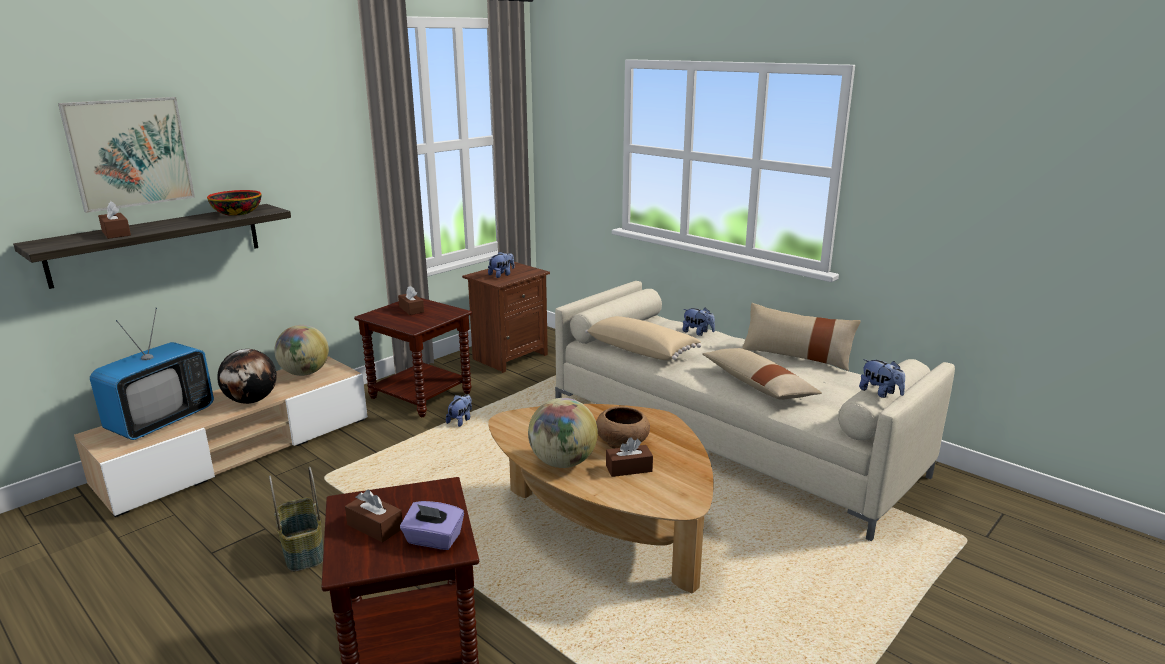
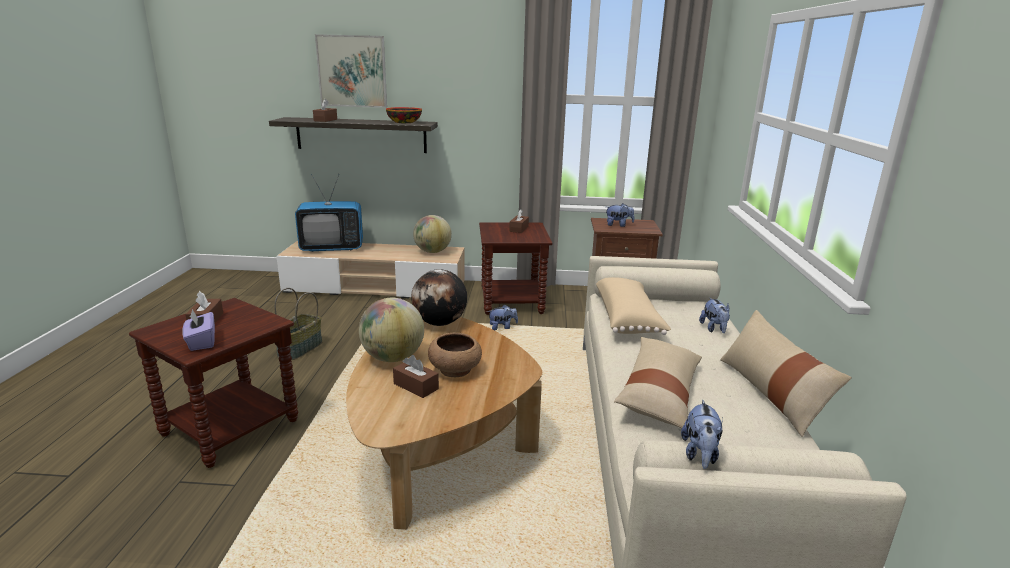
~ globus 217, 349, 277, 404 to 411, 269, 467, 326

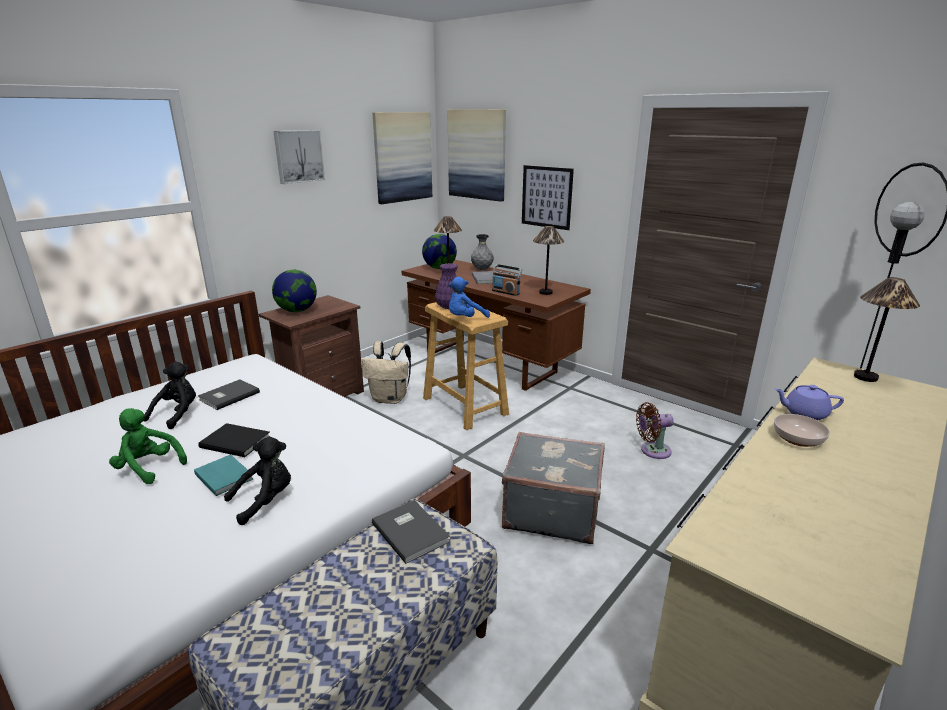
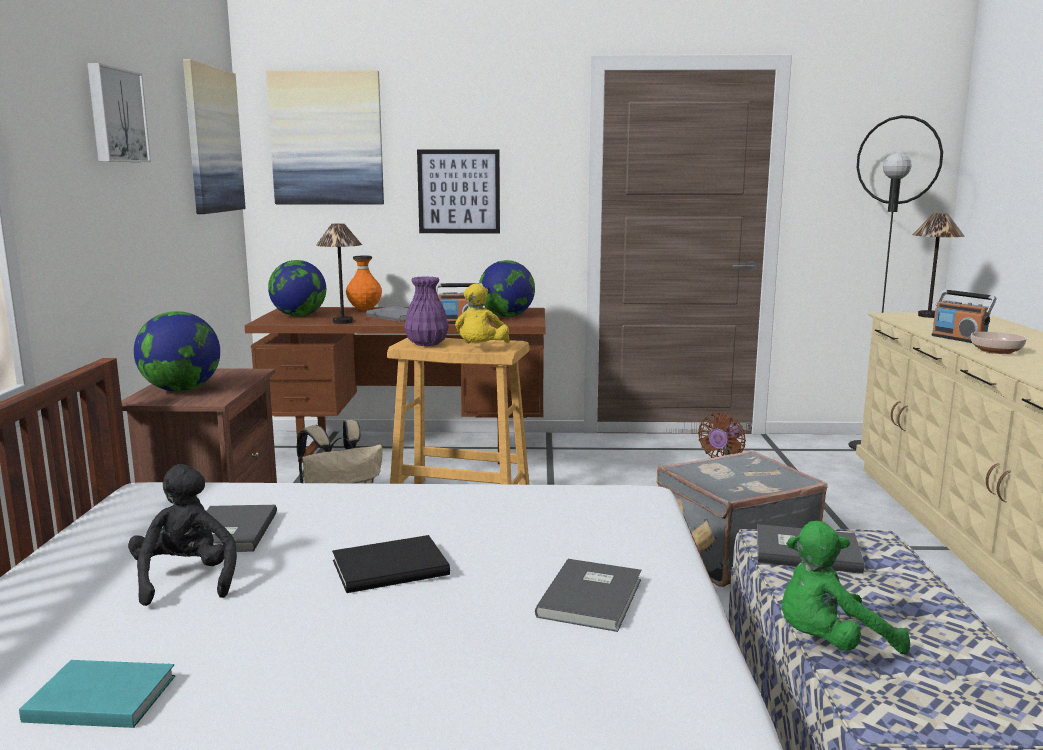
~ lampa stołowa 533, 226, 564, 295 to globus 479, 260, 535, 317
~ wazon [szary] 471, 234, 494, 270 to wazon [pomarańczowy] 346, 256, 382, 310
~ pluszak [niebieski] 448, 277, 490, 318 to pluszak [żółty] 455, 284, 510, 343
~ imbryk [fioletowy] 775, 385, 844, 421 to radio 932, 289, 997, 343
~ pluszak [zielony] 109, 408, 187, 484 to 781, 521, 911, 654
~ pluszak [czarny] 224, 437, 291, 525 to książka [szary] 535, 559, 641, 632
~ książka [turkusowy] 194, 454, 253, 496 to 19, 660, 175, 728

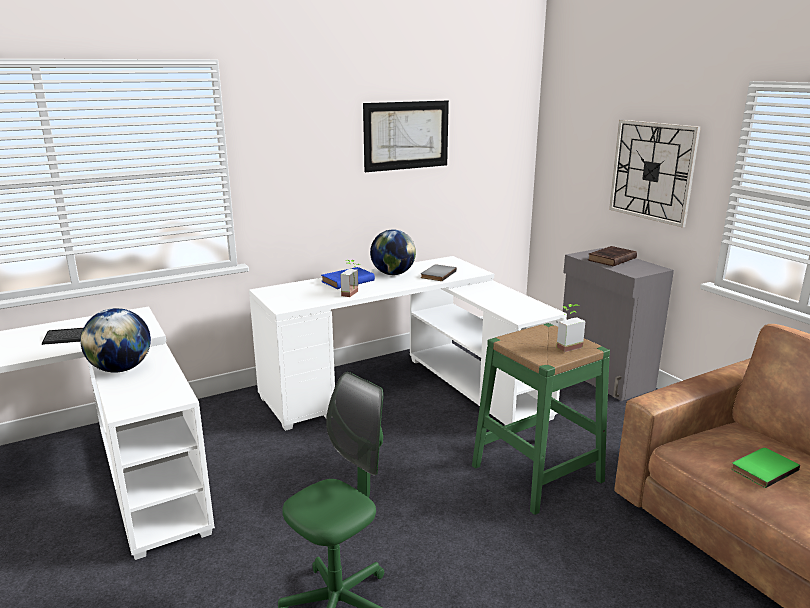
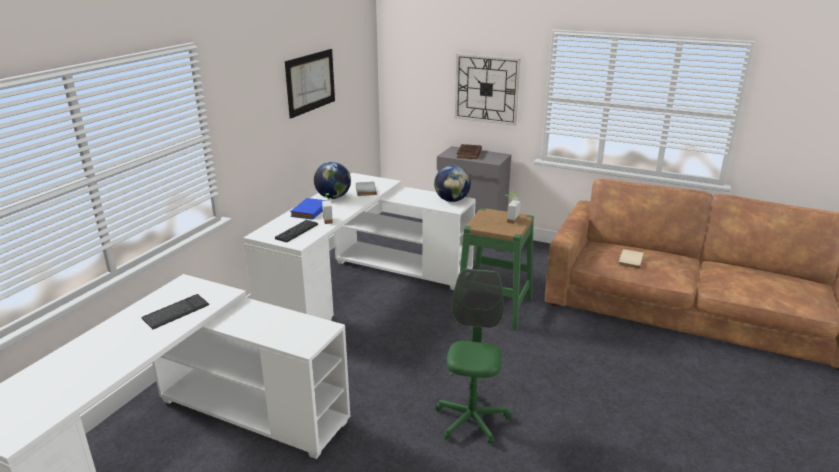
~ globus 80, 308, 151, 373 to 434, 165, 471, 202
~ książka [zielony] 731, 448, 800, 488 to książka [beżowy] 618, 249, 644, 269
+ klawiatura 275, 220, 318, 242

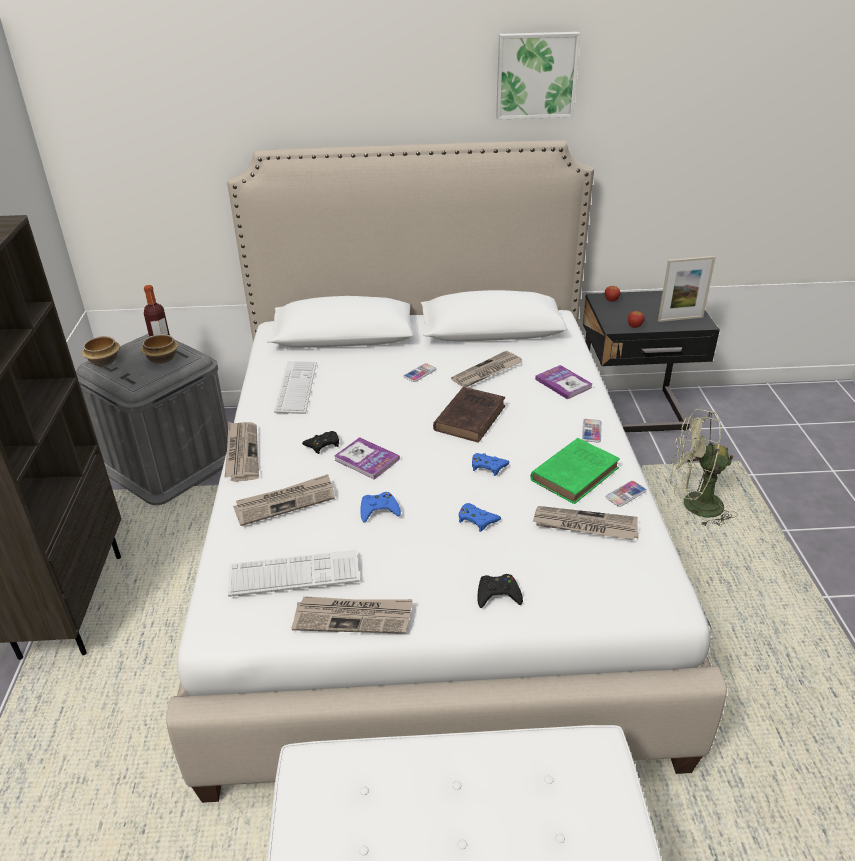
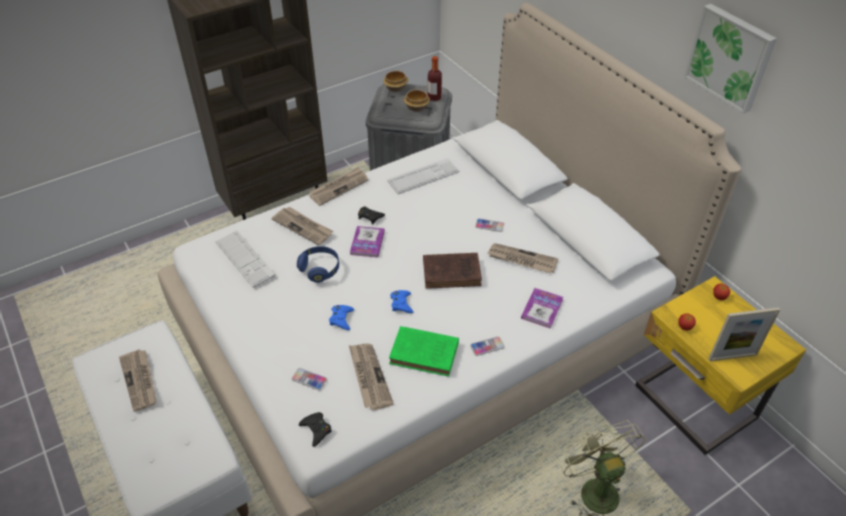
~ ramka na zdjęcie 658, 256, 715, 322 = 708, 307, 780, 361 60 degrees counterclockwise
~ szafka nocna [czarny] 583, 291, 720, 433 to szafka nocna [żółty] 635, 276, 806, 455
~ telefon 605, 481, 647, 507 to 292, 368, 327, 391
~ pad do gier [niebieski] 361, 492, 401, 523 to słuchawki [niebieski] 297, 246, 339, 283
~ pad do gier [czarny] 477, 574, 523, 608 to 299, 412, 332, 447
~ gazeta 292, 596, 413, 634 to 119, 350, 157, 412

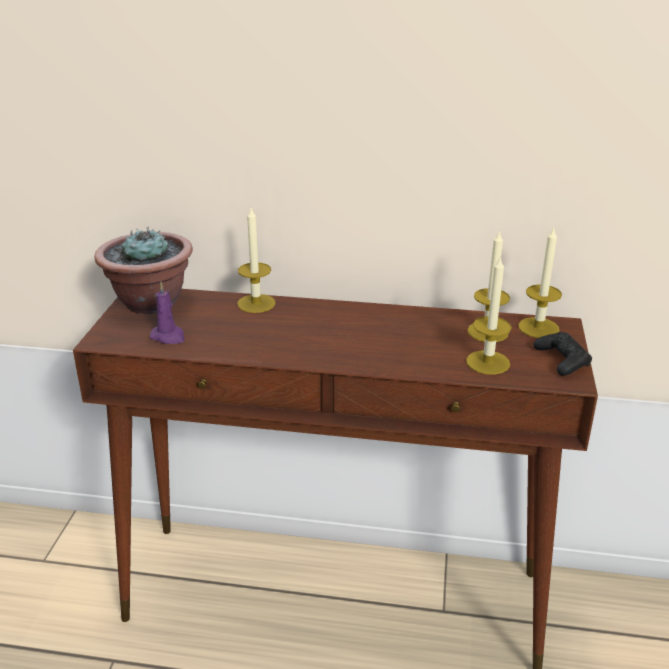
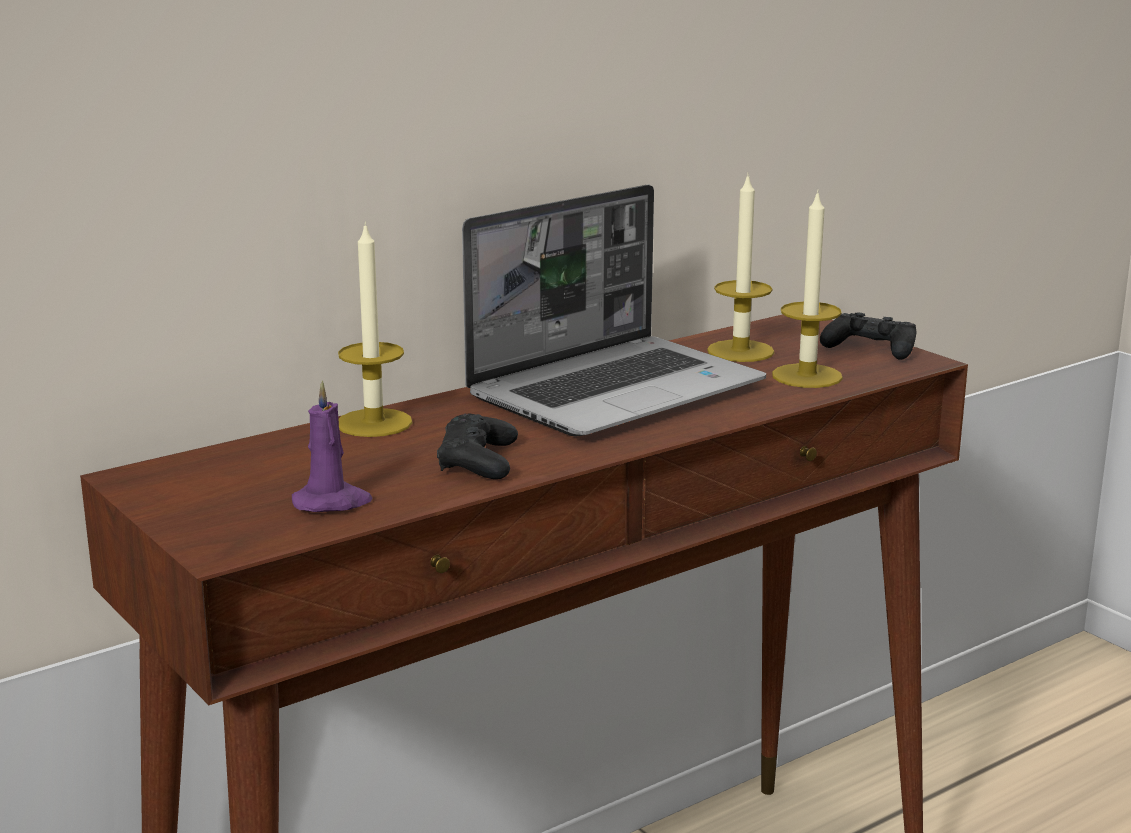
- roślina doniczkowa 94, 227, 193, 314
- świeca 518, 227, 562, 338
+ laptop 462, 185, 766, 437
+ pad do gier [czarny] 437, 414, 518, 479

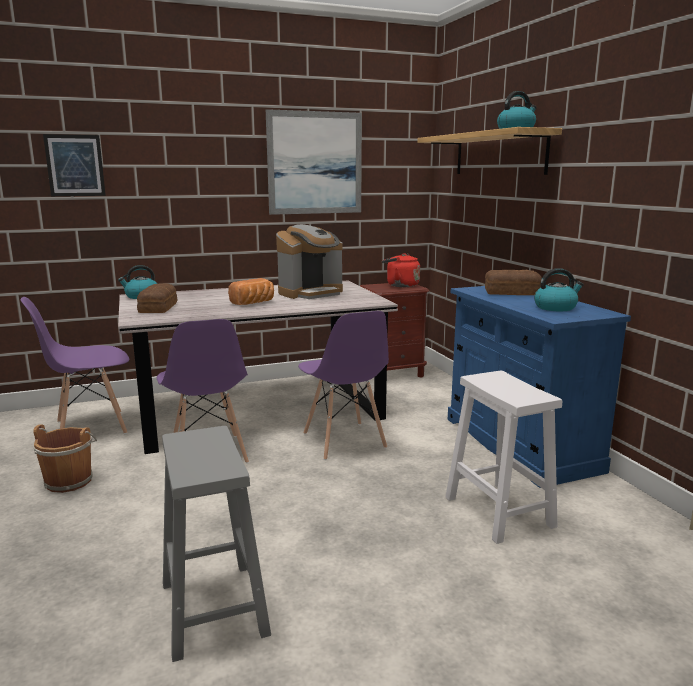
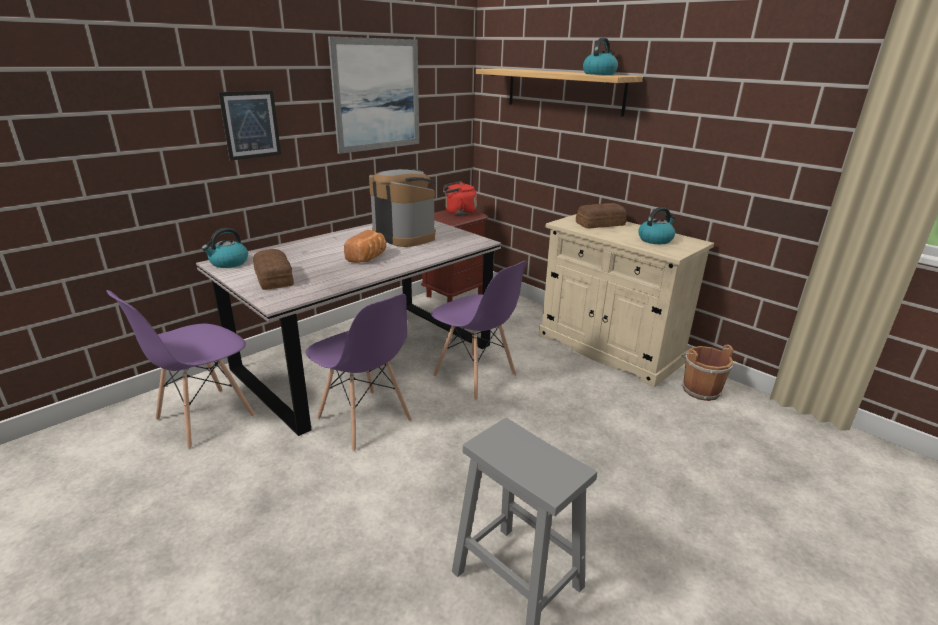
~ obraz 43, 134, 106, 196 to 218, 90, 281, 161
~ ekspres do kawy 276, 224, 343, 299 = 369, 169, 436, 247 75 degrees counterclockwise
~ szafka [niebieski] 448, 286, 631, 488 to szafka [beżowy] 539, 214, 714, 387
- stołek [biały] 445, 371, 562, 544
~ wiadro [brązowy] 33, 425, 97, 493 to 681, 345, 733, 401

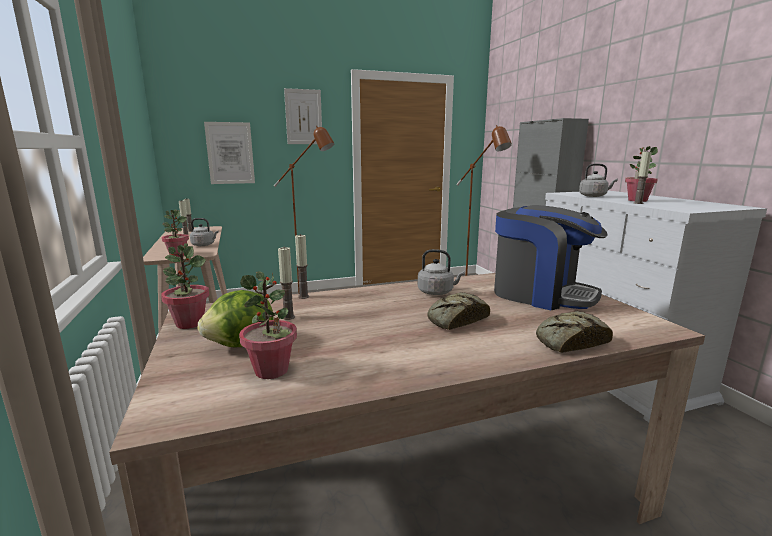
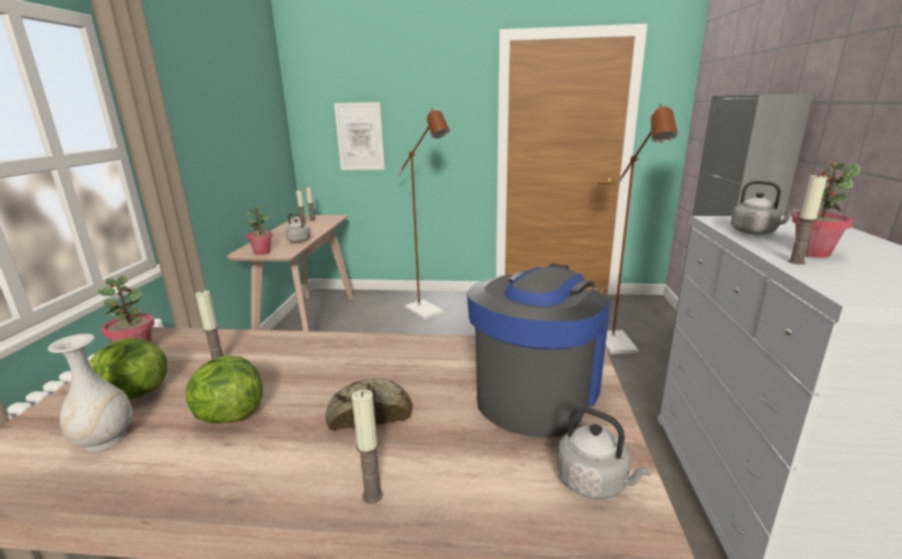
- obraz 284, 88, 322, 144
~ ekspres do kawy 494, 205, 608, 310 = 467, 264, 610, 438 120 degrees counterclockwise
~ świeca 295, 234, 309, 299 to 352, 390, 383, 504
~ czajnik [szary] 418, 249, 465, 295 to 557, 406, 652, 499
~ roślina doniczkowa 239, 271, 297, 379 to wazon [biały] 48, 334, 133, 451
- chleb 536, 311, 613, 353
+ sałata 186, 355, 263, 424

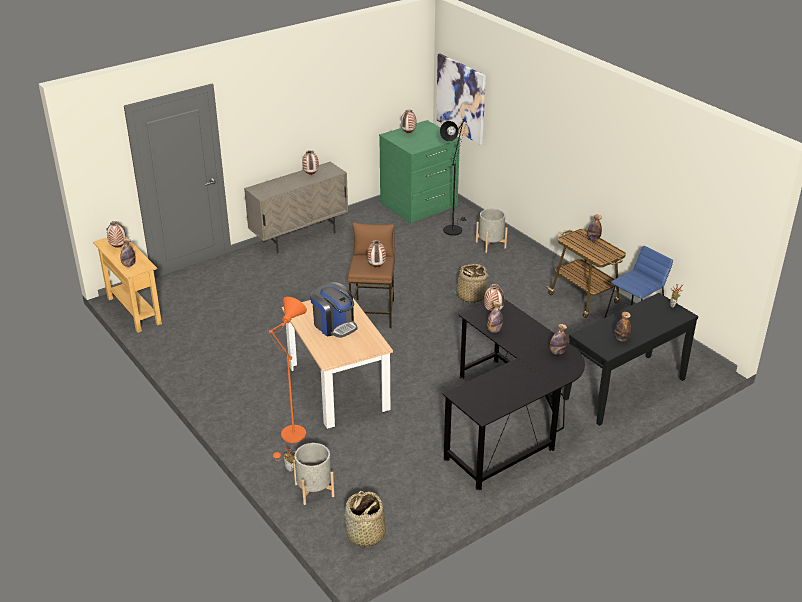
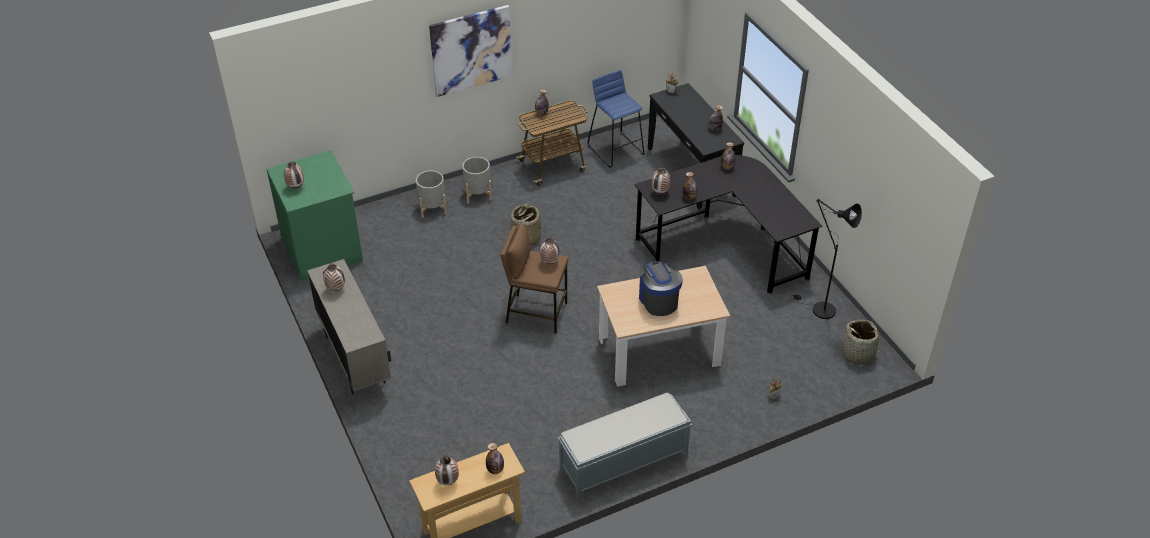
~ obraz 436, 53, 486, 145 to 429, 5, 512, 97
~ lampa stojąca [czarny] 440, 119, 466, 236 to 790, 199, 862, 319
~ ekspres do kawy 310, 282, 358, 338 = 639, 261, 683, 316 75 degrees counterclockwise
- lampa stojąca [pomarańczowy] 268, 297, 307, 461
~ donica [szary] 293, 443, 334, 505 to 462, 157, 492, 204
+ ławka [szary] 558, 393, 692, 499

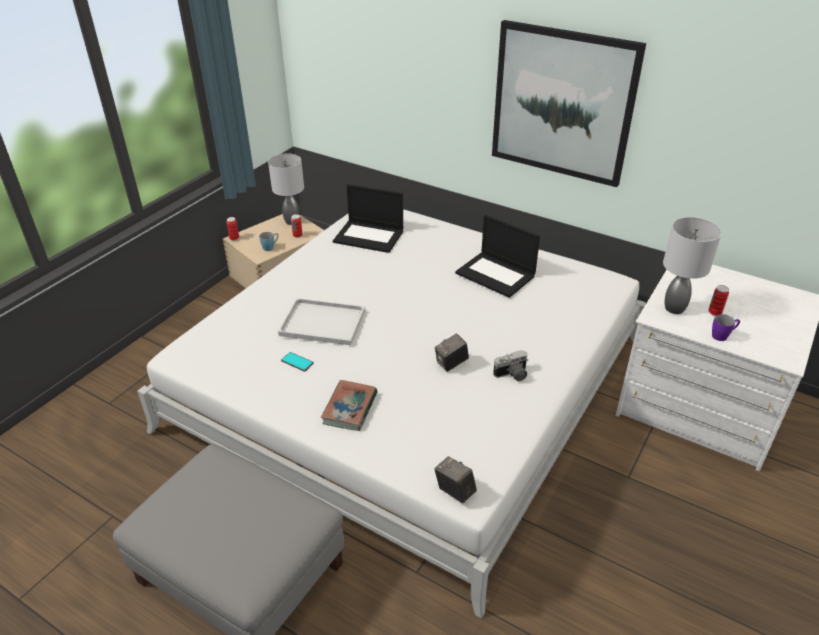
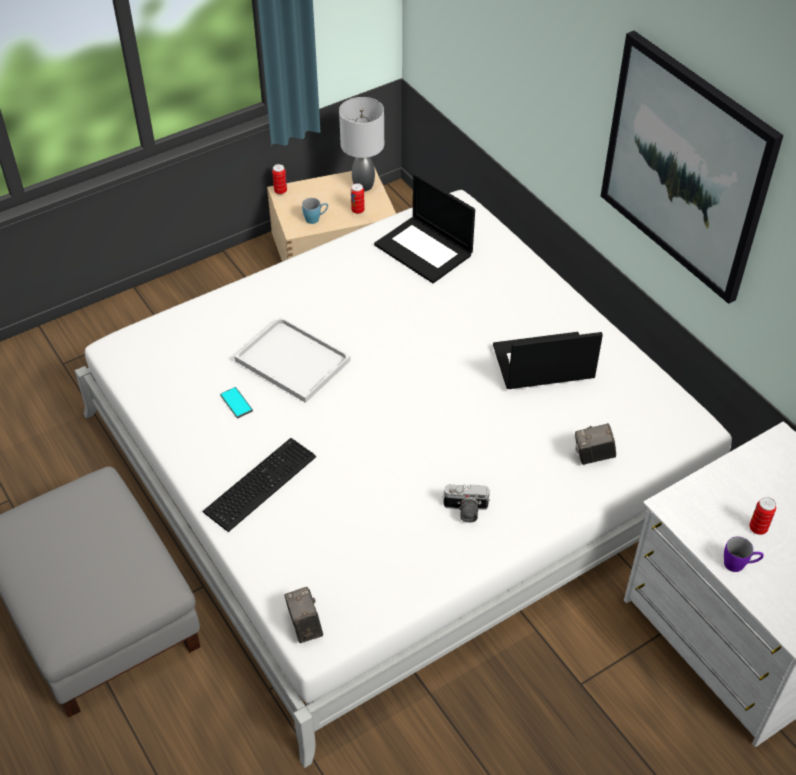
~ laptop 455, 215, 540, 298 = 493, 332, 603, 389 105 degrees clockwise
- lampa stołowa [szary] 663, 217, 722, 314
~ aparat fotograficzny 435, 333, 469, 372 to 575, 423, 616, 465
~ książka 321, 380, 377, 431 to klawiatura 202, 438, 316, 532

